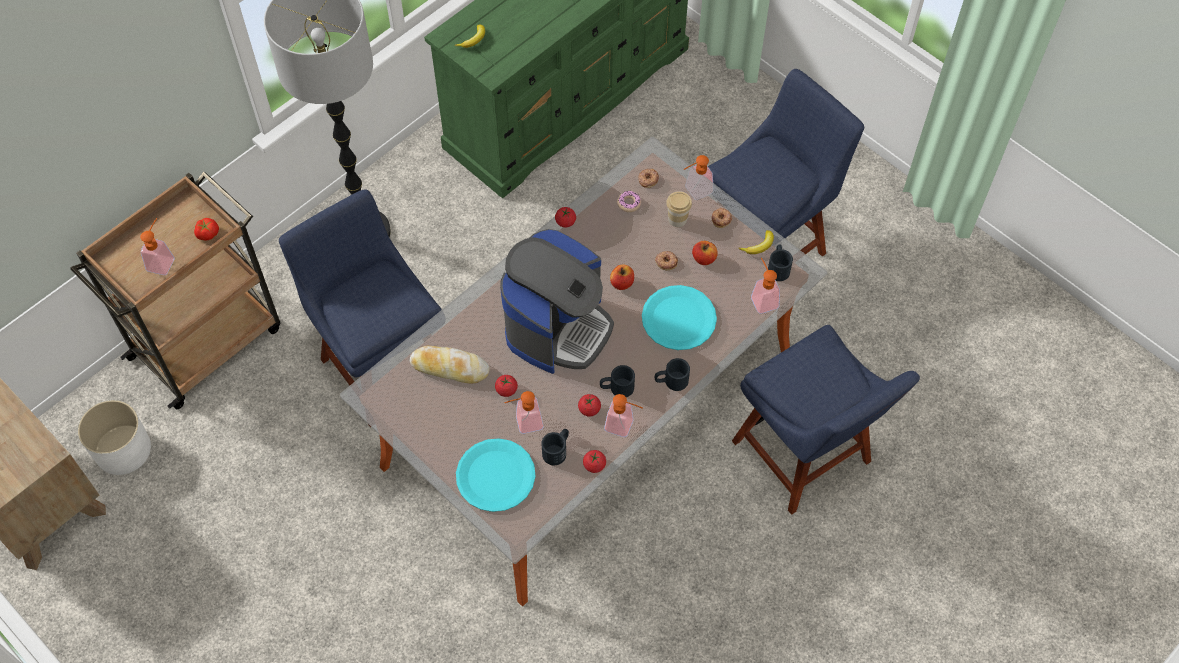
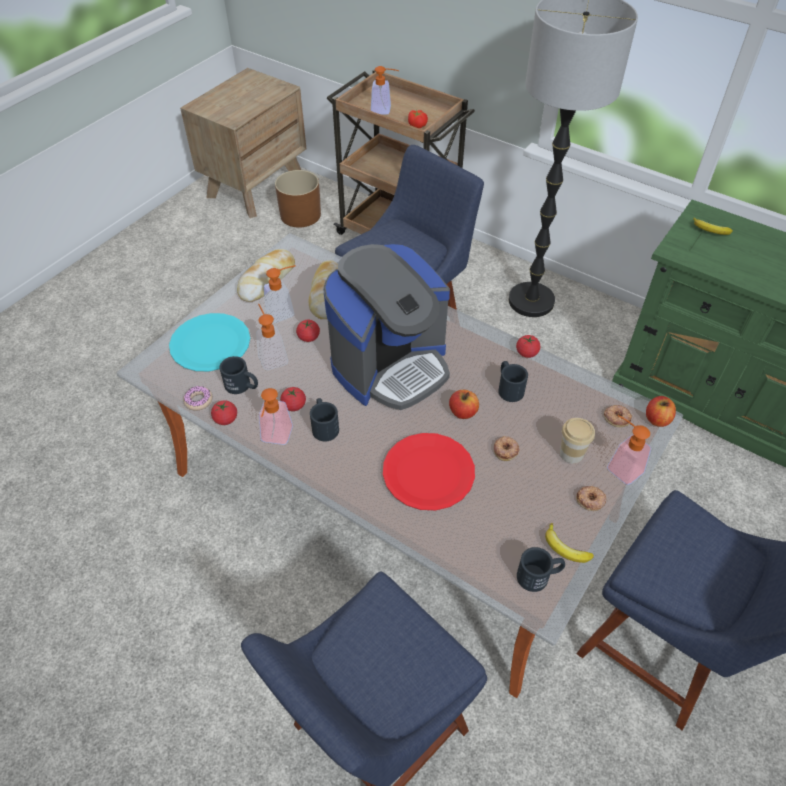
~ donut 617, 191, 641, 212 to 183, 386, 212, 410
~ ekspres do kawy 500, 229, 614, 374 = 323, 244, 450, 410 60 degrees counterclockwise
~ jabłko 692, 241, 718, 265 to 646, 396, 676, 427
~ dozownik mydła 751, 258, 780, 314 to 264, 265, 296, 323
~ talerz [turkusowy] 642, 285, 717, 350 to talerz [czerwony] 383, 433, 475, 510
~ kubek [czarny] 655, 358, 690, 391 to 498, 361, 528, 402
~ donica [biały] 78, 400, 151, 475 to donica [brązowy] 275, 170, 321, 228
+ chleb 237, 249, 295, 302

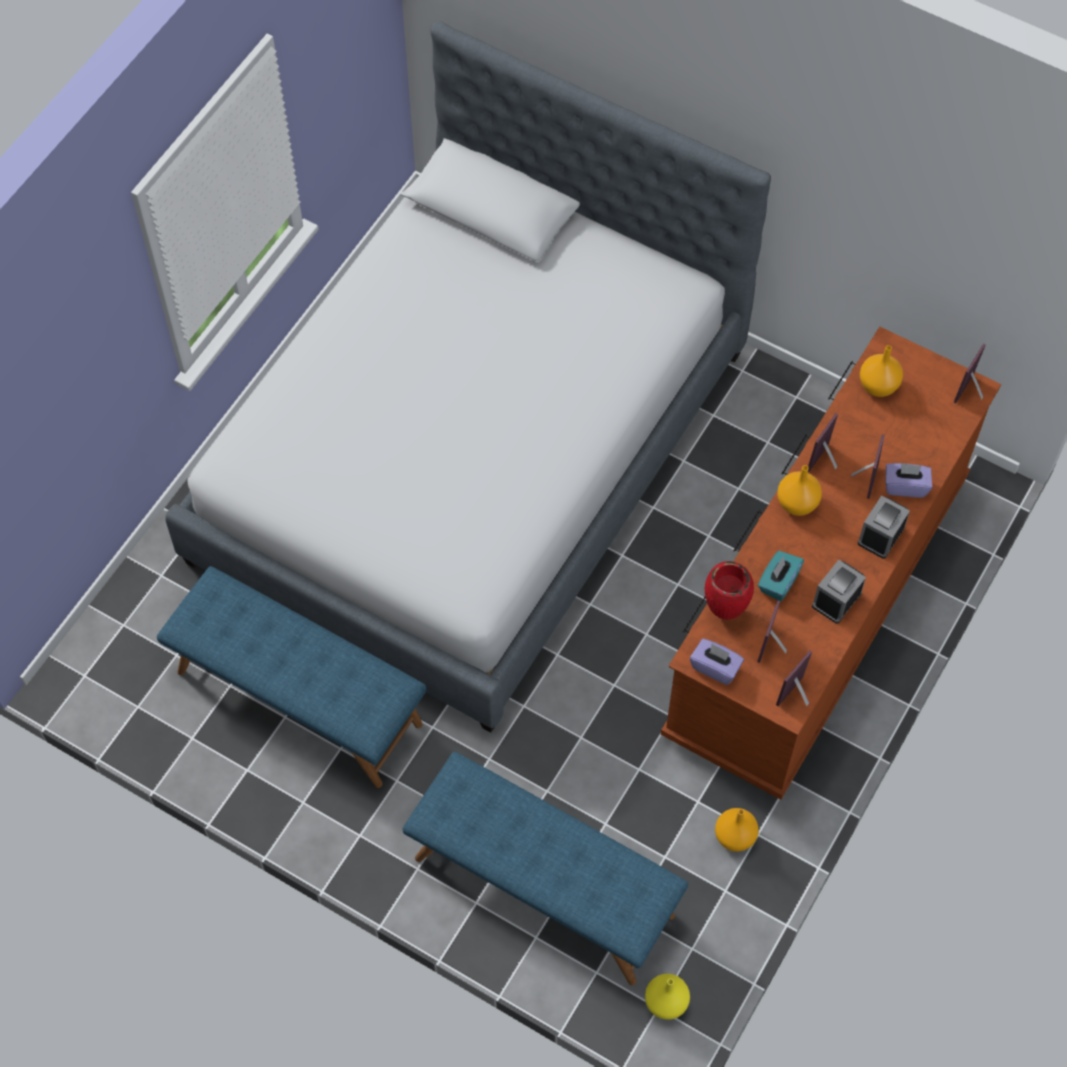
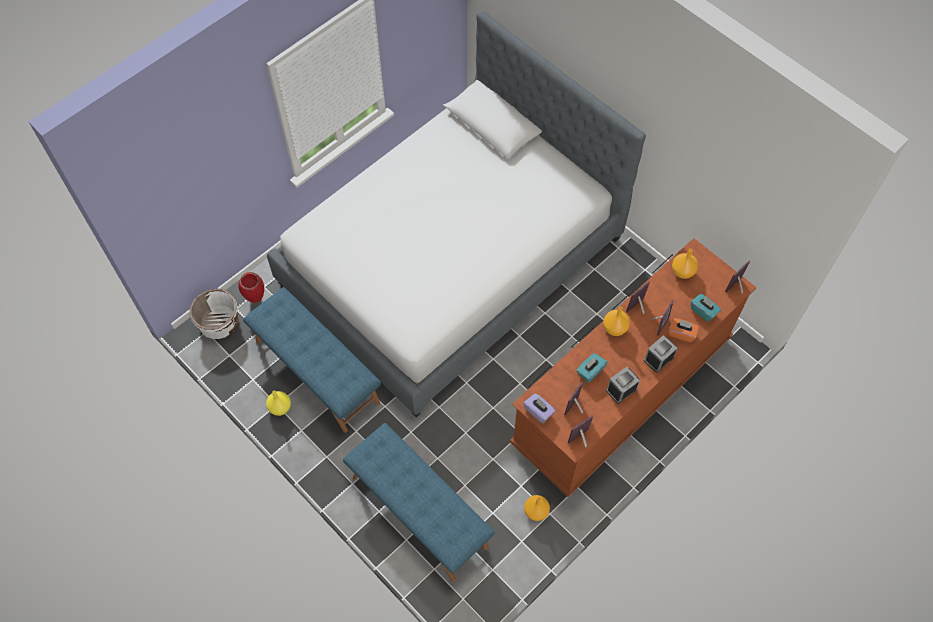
~ pudełko chusteczek [fioletowy] 885, 463, 932, 498 to pudełko chusteczek [pomarańczowy] 669, 318, 699, 342
~ wazon [czerwony] 704, 561, 754, 620 to 238, 272, 264, 303
~ wazon [żółty] 645, 974, 690, 1020 to 266, 391, 291, 416
+ donica [biały] 190, 288, 239, 339
+ pudełko chusteczek [turkusowy] 691, 293, 721, 322

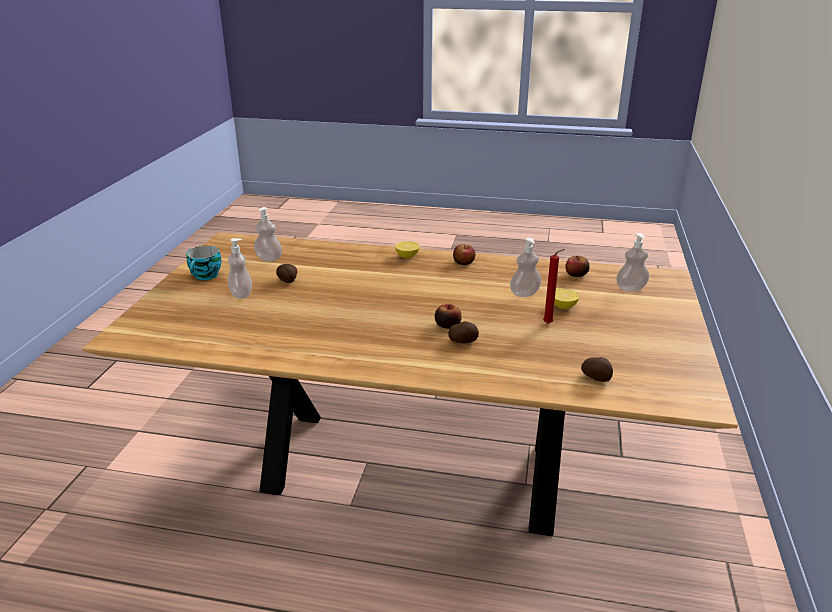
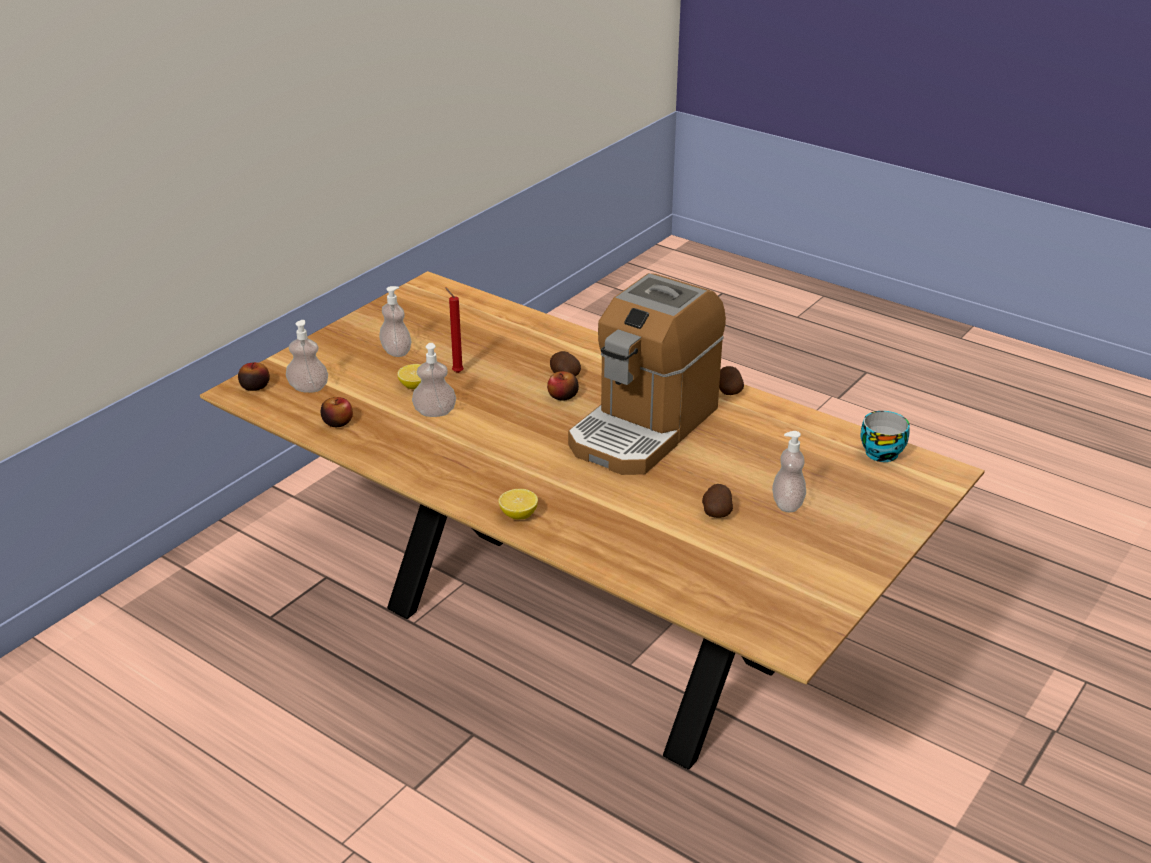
~ dozownik mydła 254, 207, 282, 261 to 379, 286, 411, 357
~ jabłko 453, 244, 475, 265 to 238, 362, 270, 391
~ filiżanka 186, 246, 222, 280 to 860, 411, 910, 462
~ ziemniak 581, 357, 613, 382 to 719, 366, 744, 395
+ ekspres do kawy 568, 273, 726, 475

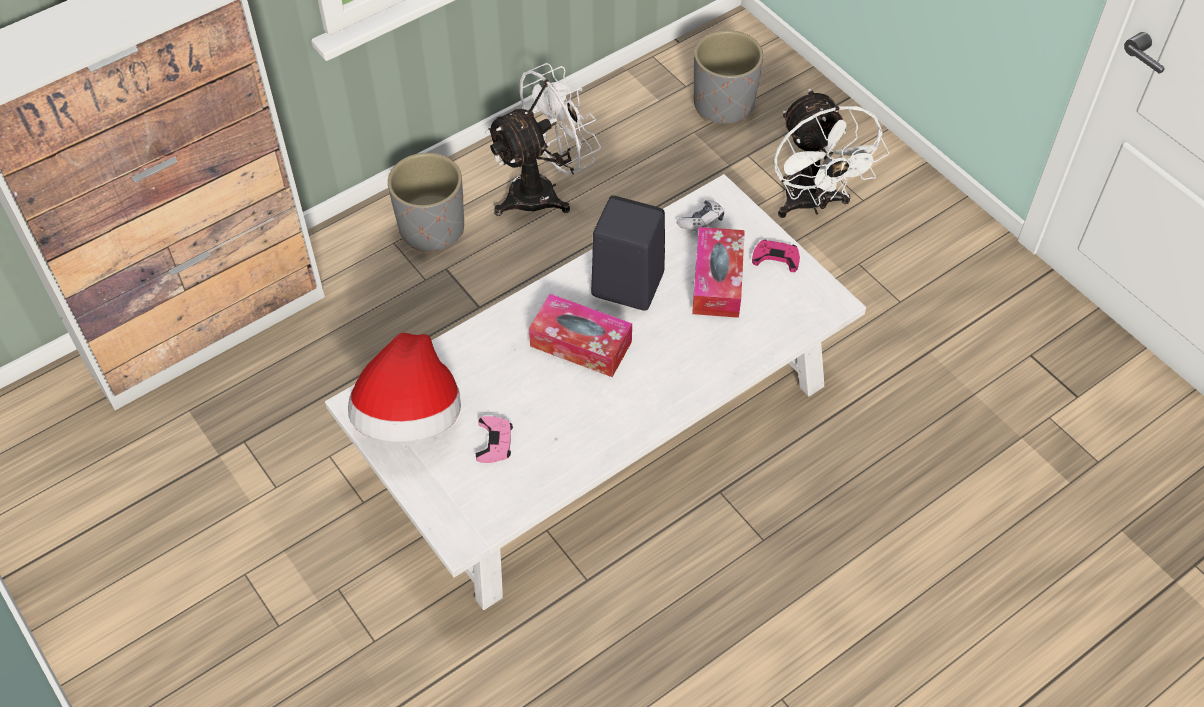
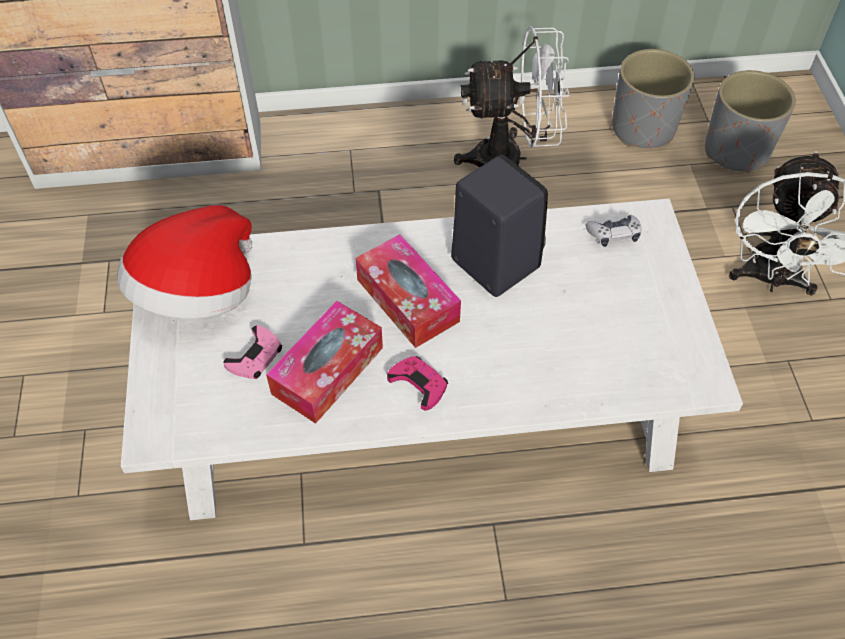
~ donica [szary] 388, 153, 464, 253 to 612, 49, 695, 148
~ pudełko chusteczek 692, 227, 745, 318 to 266, 301, 383, 424
~ pad do gier [różowy] 752, 240, 800, 272 to 387, 356, 448, 411

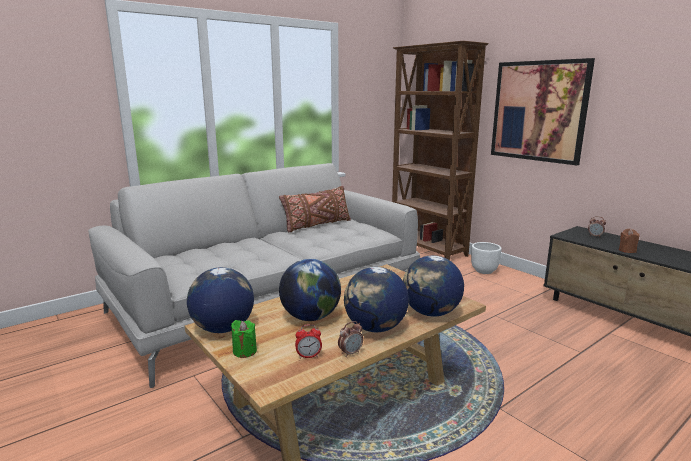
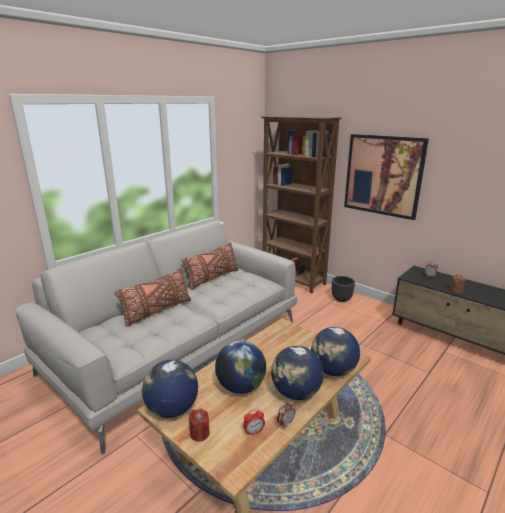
~ donica [biały] 471, 242, 502, 274 to donica [czarny] 332, 276, 355, 302
~ świeca [zielony] 231, 320, 257, 358 to świeca [czerwony] 189, 408, 210, 442
+ poduszka [brązowy] 114, 268, 191, 327

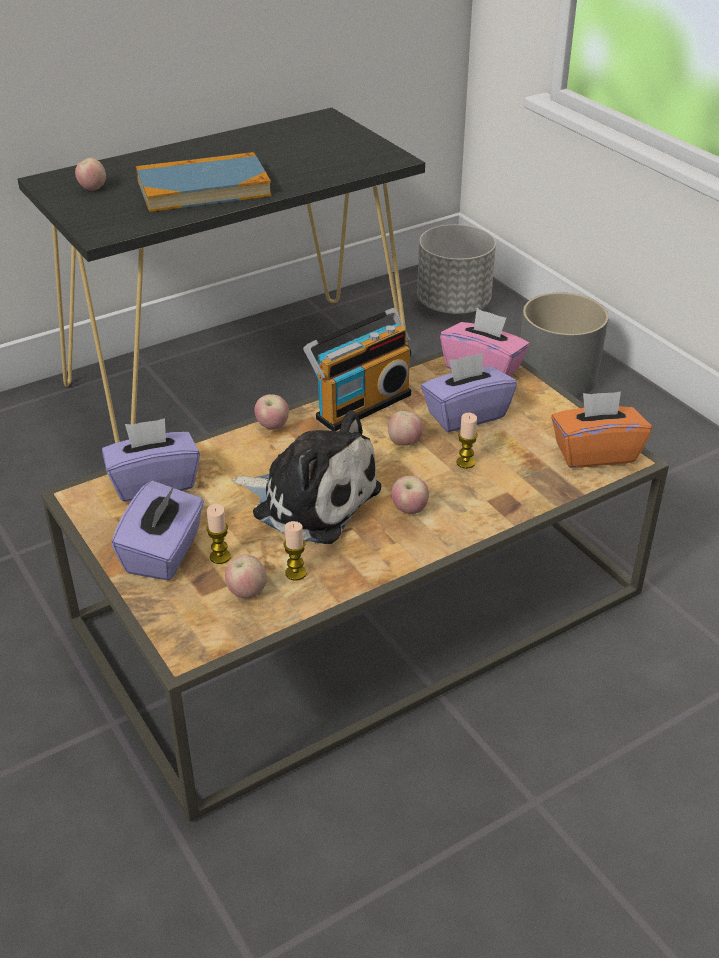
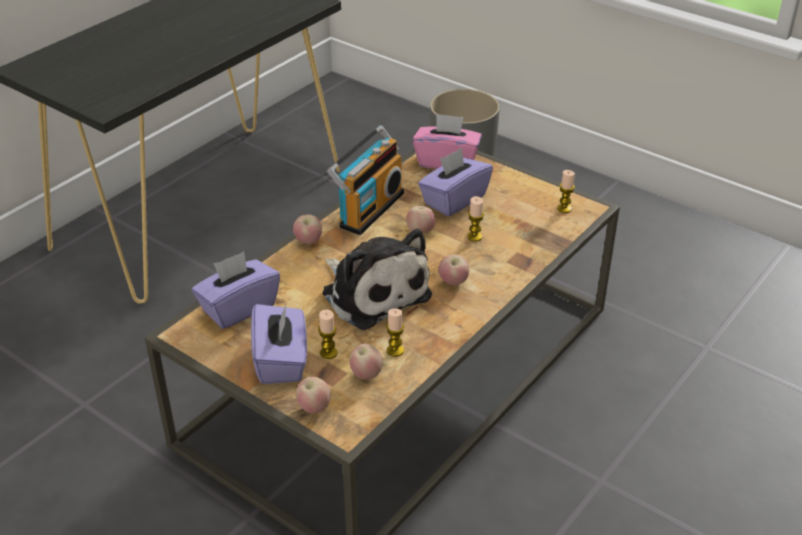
- książka 136, 152, 272, 212
~ jabłko 75, 158, 106, 191 to 296, 377, 331, 414
- donica [szary] 417, 224, 496, 314
~ pudełko chusteczek [pomarańczowy] 551, 391, 652, 468 to świeca 557, 170, 575, 213
~ pluszak 232, 410, 381, 544 = 322, 229, 432, 330 45 degrees clockwise

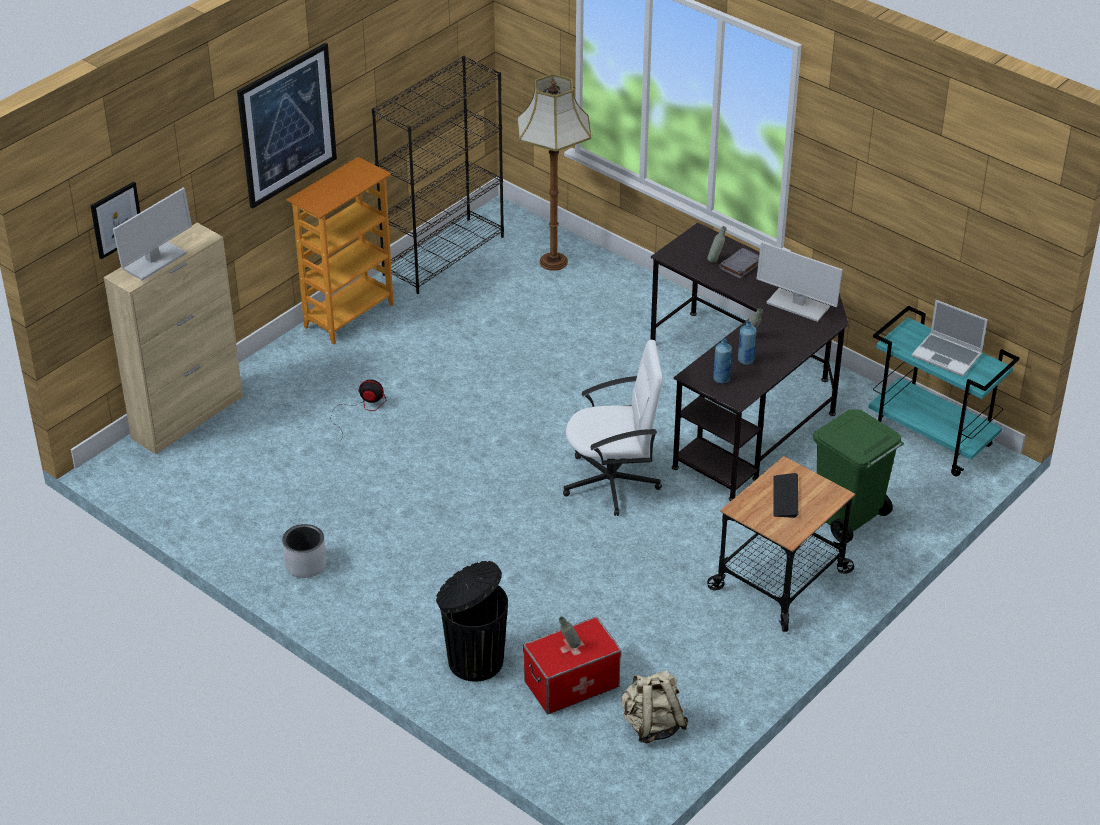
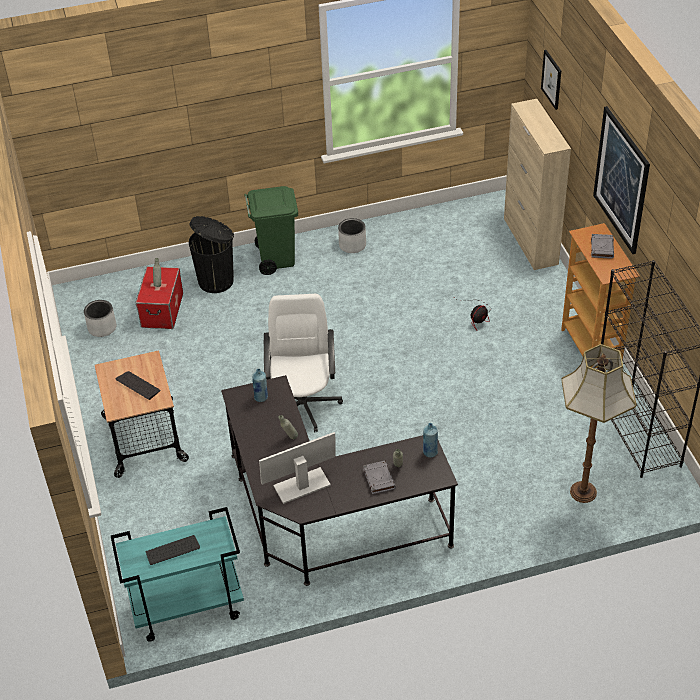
- monitor 113, 188, 192, 281
~ laptop 912, 300, 988, 376 to klawiatura 146, 535, 200, 565
~ butelka [niebieski] 738, 321, 756, 365 to 423, 423, 438, 457
~ krzesło biurowe [biały] 563, 340, 663, 516 = 264, 294, 343, 432 150 degrees clockwise
~ kosz na śmieci [zielony] 813, 409, 904, 543 to 245, 186, 298, 275
~ plecak [beżowy] 621, 670, 689, 743 to donica [szary] 84, 300, 116, 337
+ książka [szary] 591, 234, 614, 259

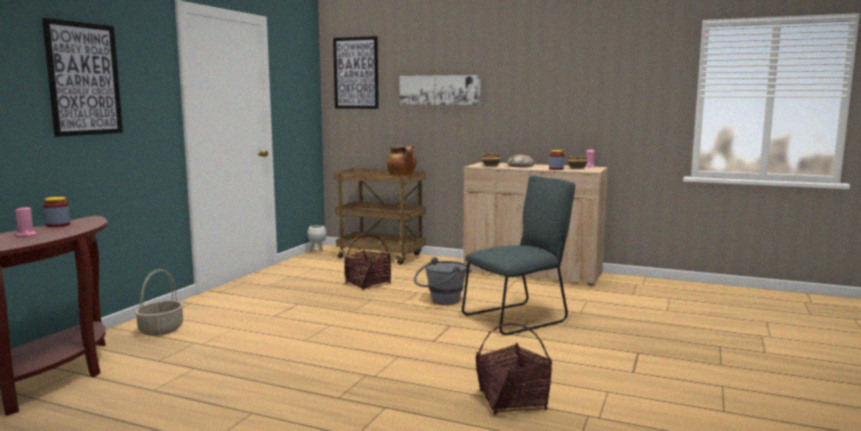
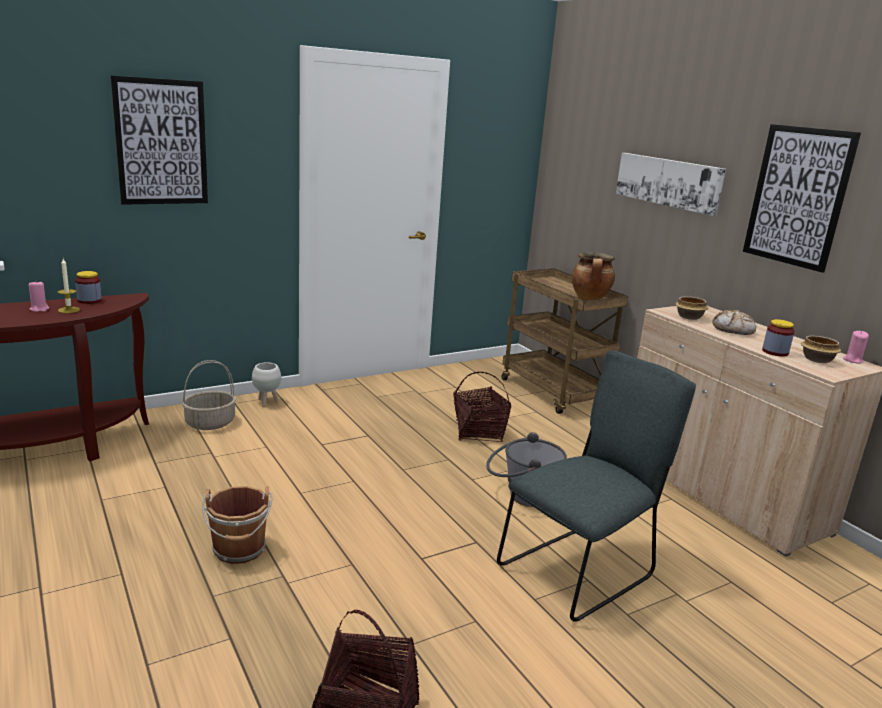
~ obraz 333, 36, 379, 109 to 743, 124, 861, 273
~ krzesło [szary] 462, 176, 575, 335 = 497, 350, 696, 622 45 degrees counterclockwise
~ donica [biały] 307, 225, 327, 253 to 252, 362, 281, 407
+ świeca 57, 259, 80, 313
+ wiadro [brązowy] 202, 486, 273, 564

